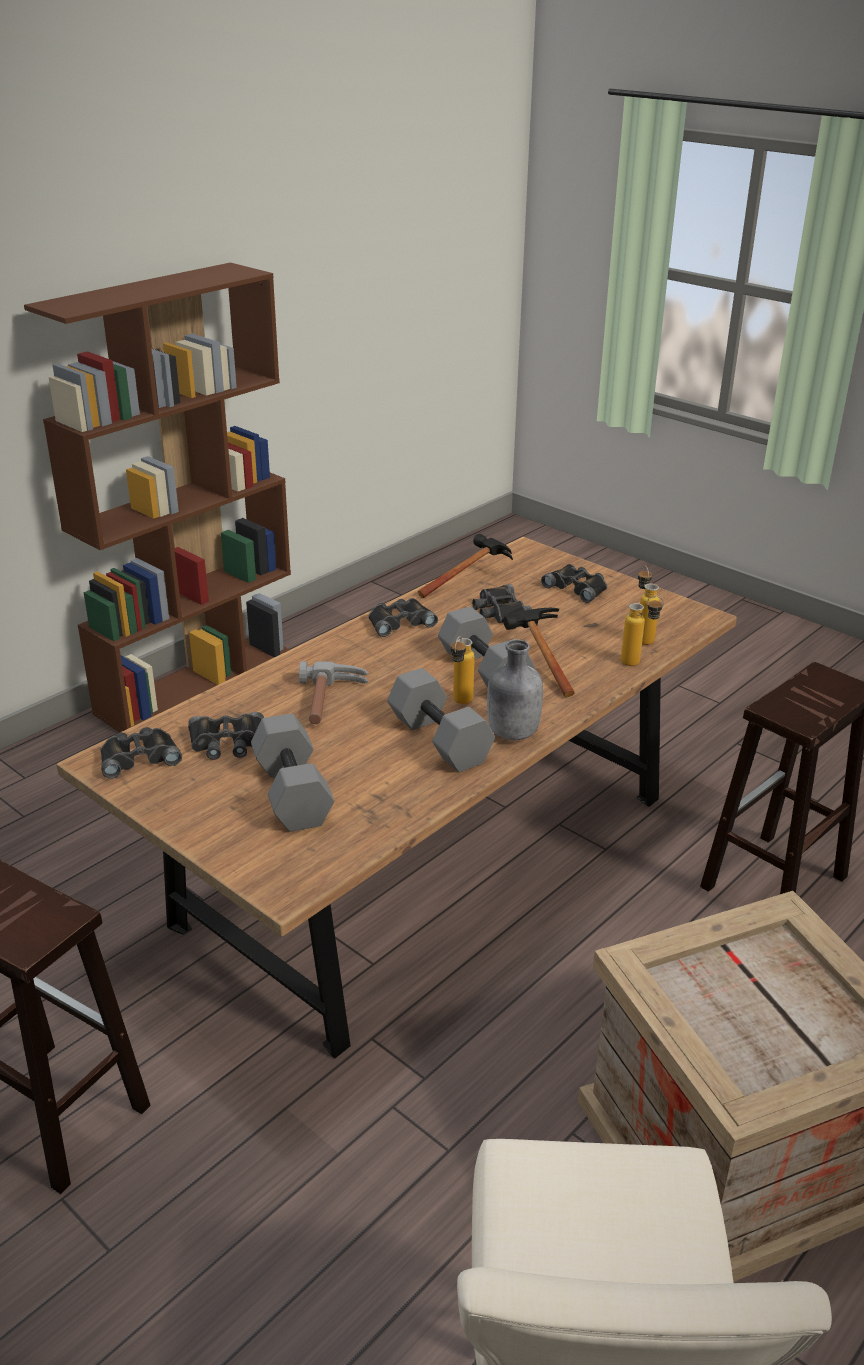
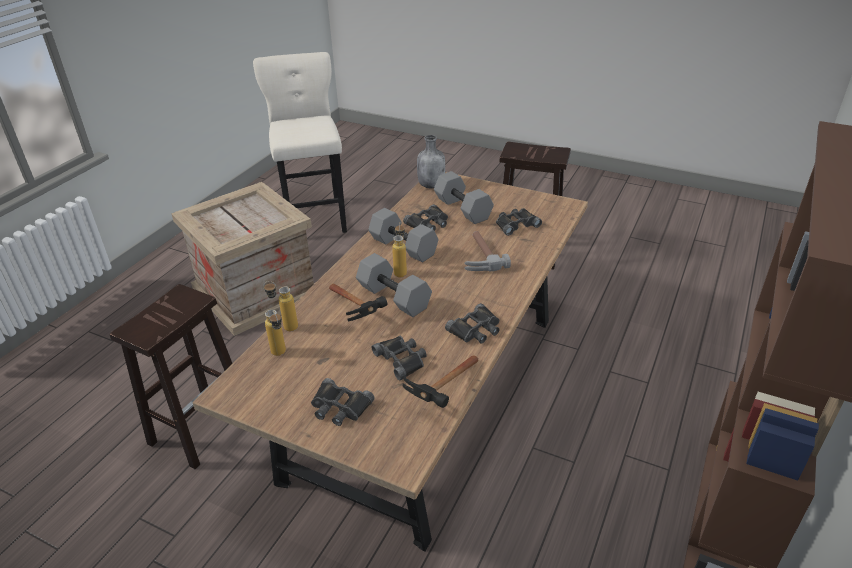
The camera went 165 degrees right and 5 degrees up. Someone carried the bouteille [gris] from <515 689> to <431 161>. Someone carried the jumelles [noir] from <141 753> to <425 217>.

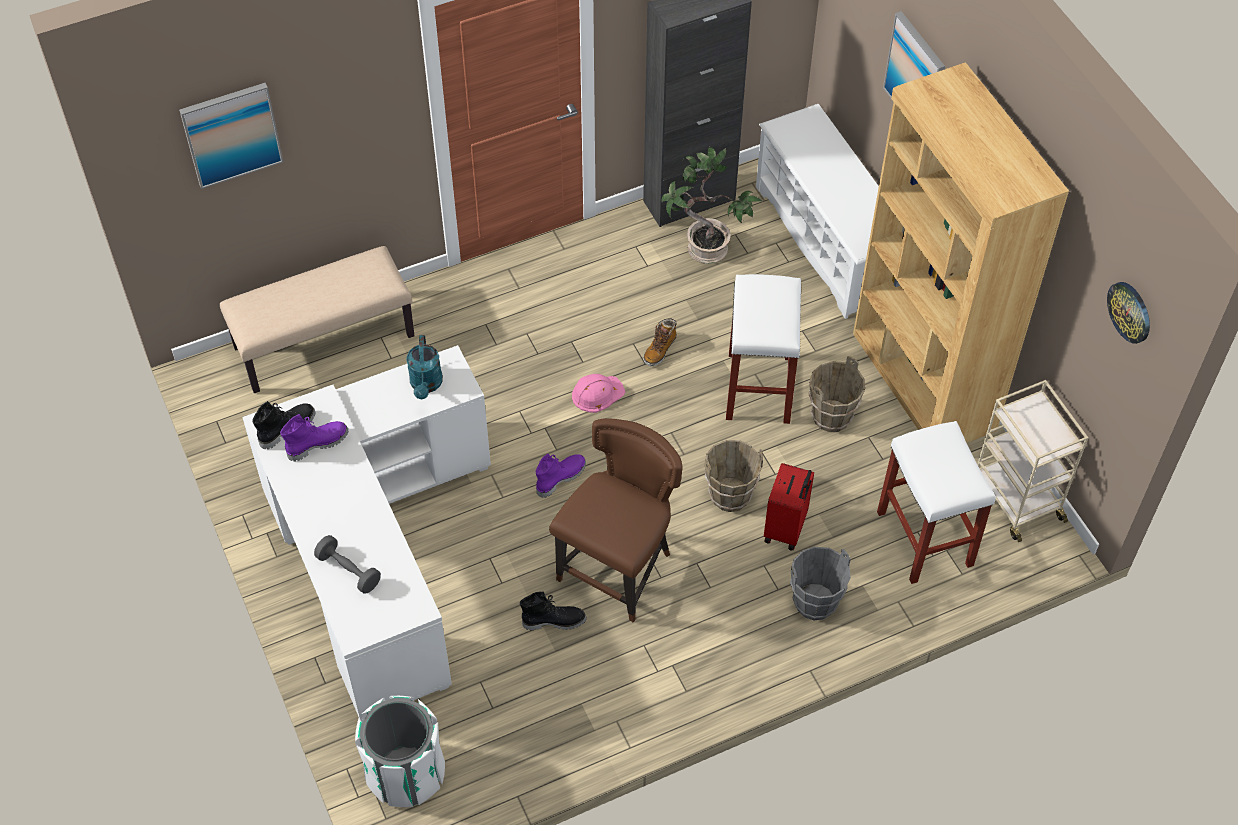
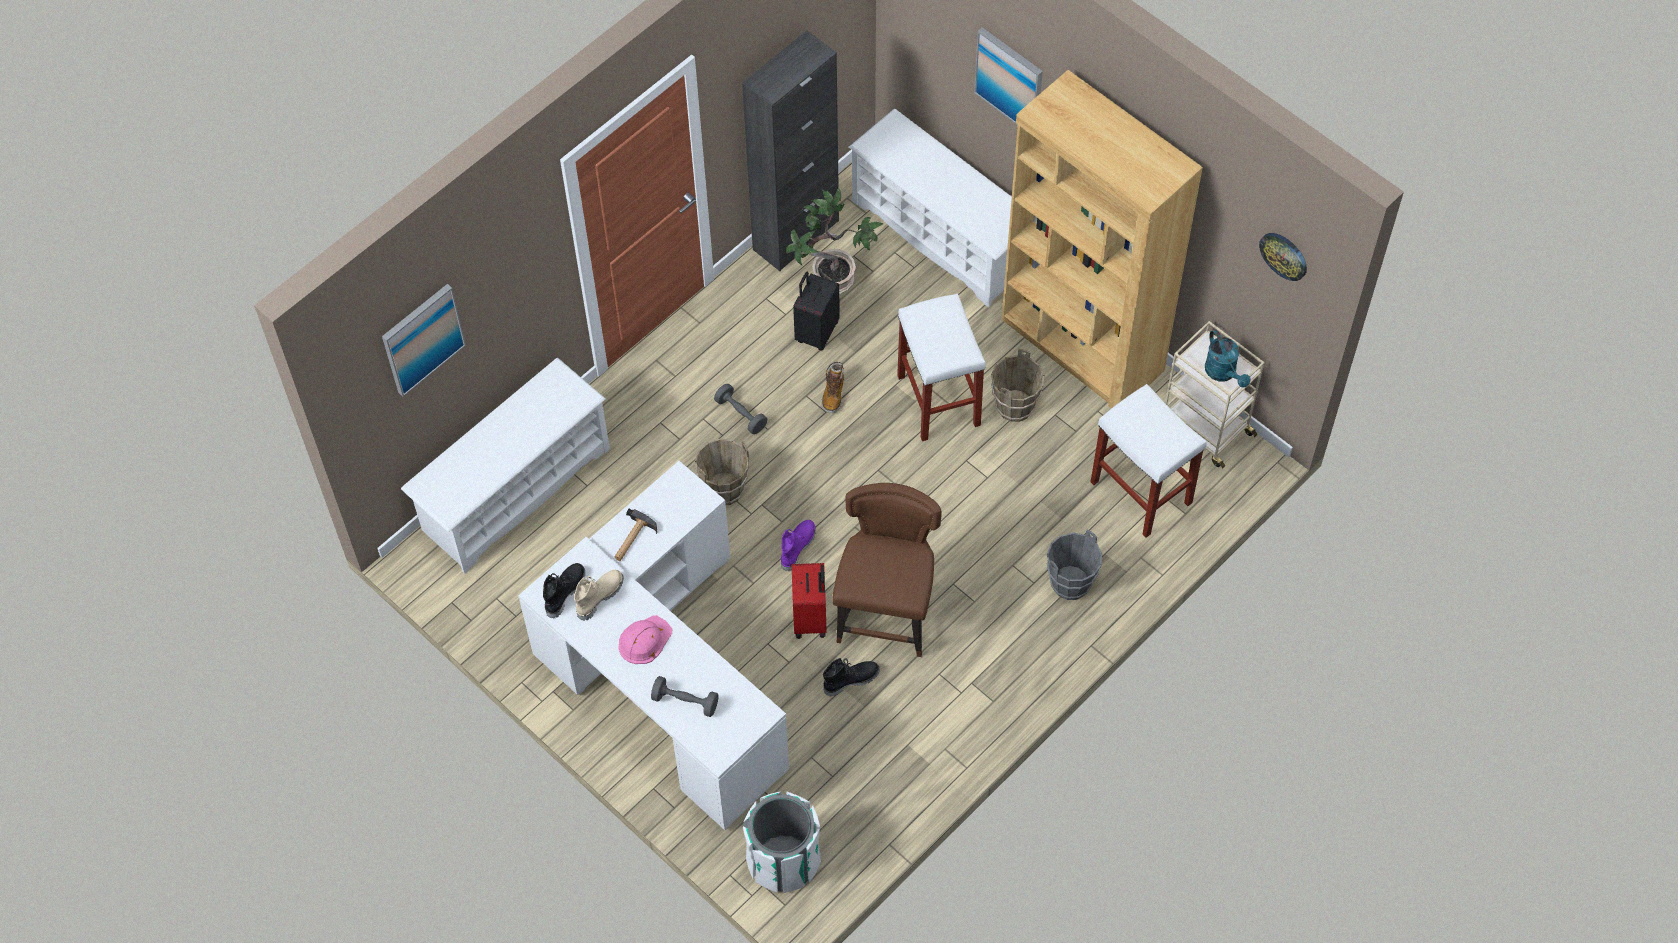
The camera went 20 degrees left and 5 degrees up. Someone swapped the banc [beige] at <317 319> for the étagère à chaussures [blanc] at <505 466>. Someone carried the arrosoir [turquoise] from <424 367> to <1227 359>. Someone carried the casque de chantier [rose] from <598 393> to <645 639>. Someone repainted the botte [violet] at <314 437>, which became the botte [beige] at <599 595>. Someone carried the seau [marron] from <734 476> to <722 472>. Someone carried the valise [rouge] from <789 507> to <809 601>. Someone put down the valise [noir] at <816 311>. Someone put down the haltère [gris] at <740 409>. Someone put down the marteau at <635 534>.

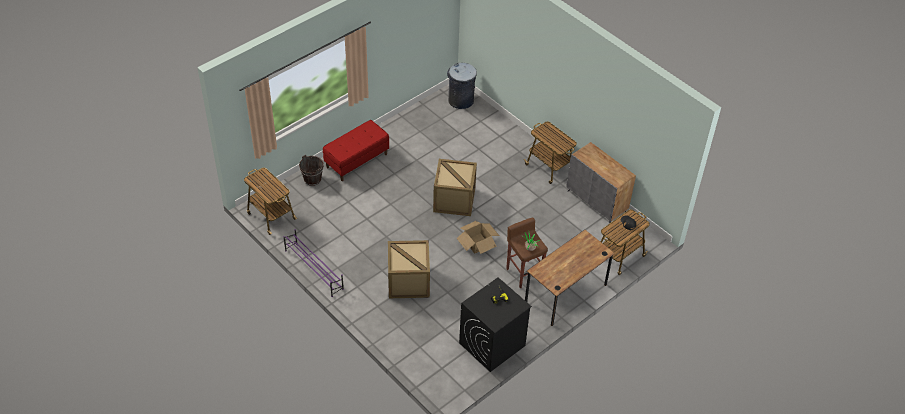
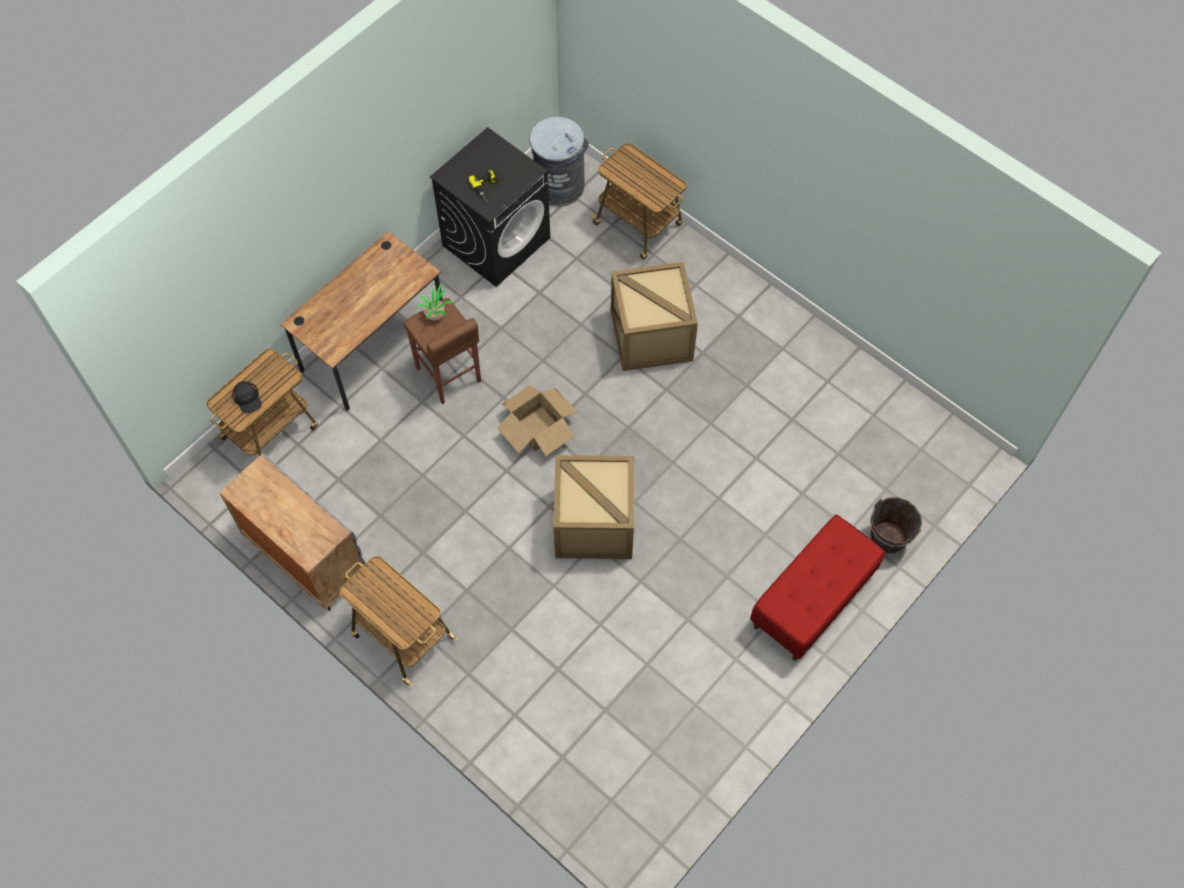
The camera went 175 degrees right and 15 degrees up. Someone carried the poubelle [gris] from <462 86> to <559 161>. Someone carried the chariot from <270 201> to <638 201>. Someone took away the étagère à chaussures [violet] at <313 263>.

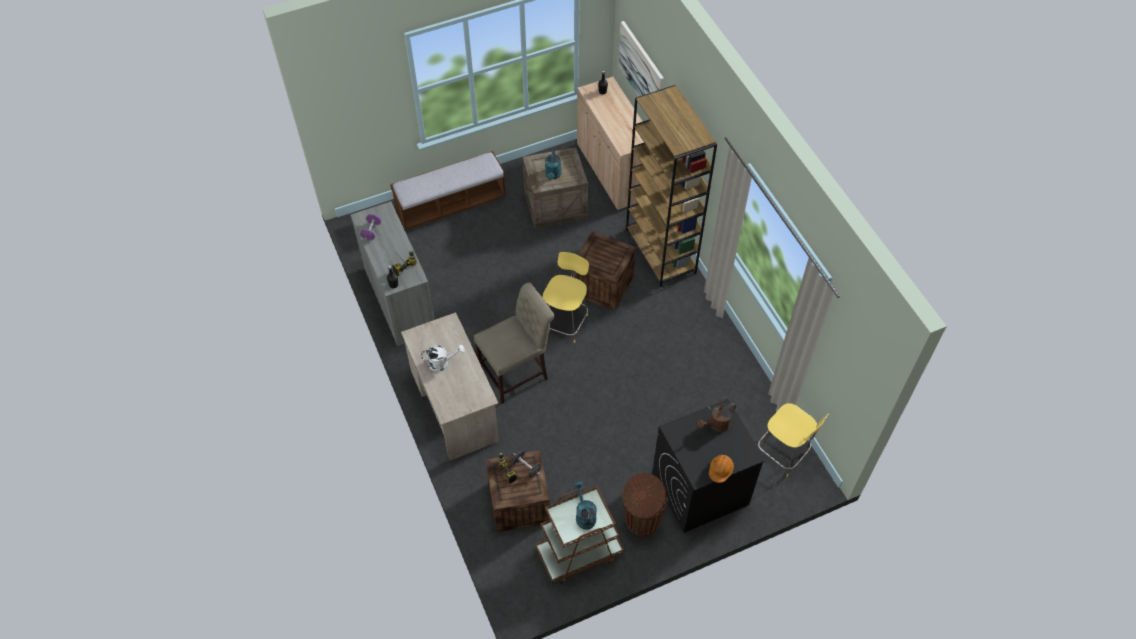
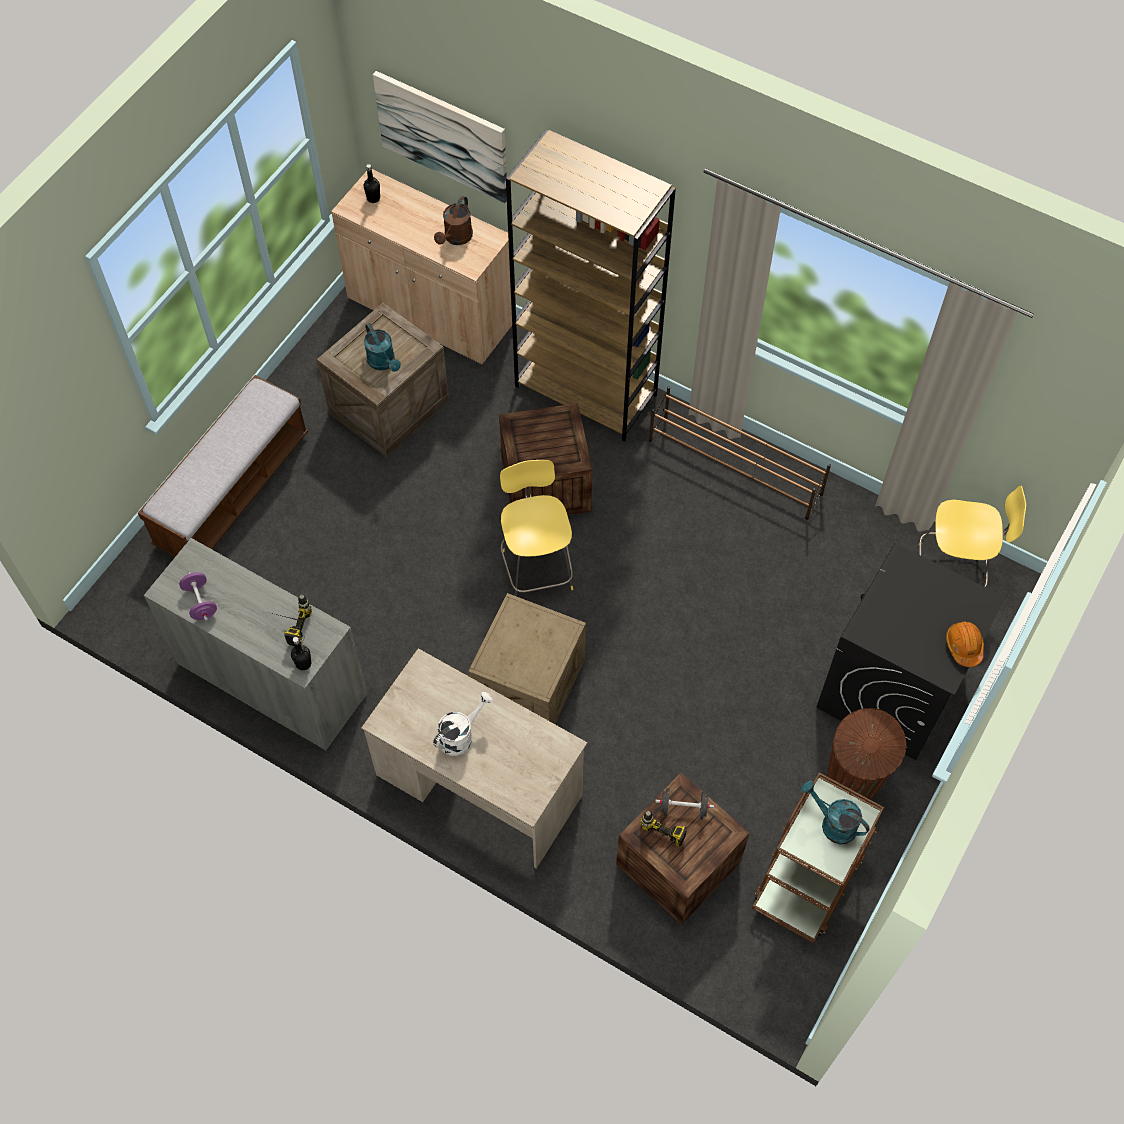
The camera went 35 degrees left and 5 degrees up. Someone swapped the chaise [beige] at <514 343> for the caisse at <527 658>. Someone carried the arrosoir [marron] from <716 418> to <453 220>. Someone put down the étagère à chaussures [marron] at <740 453>.

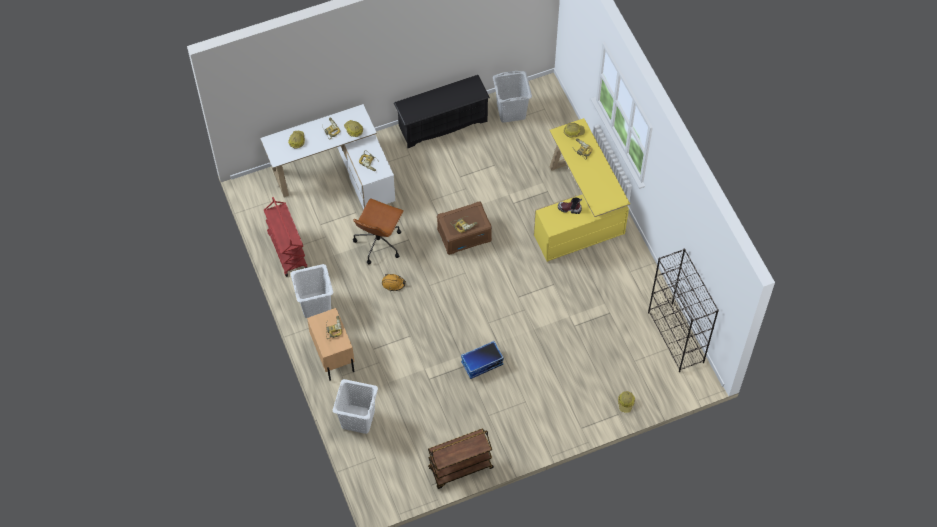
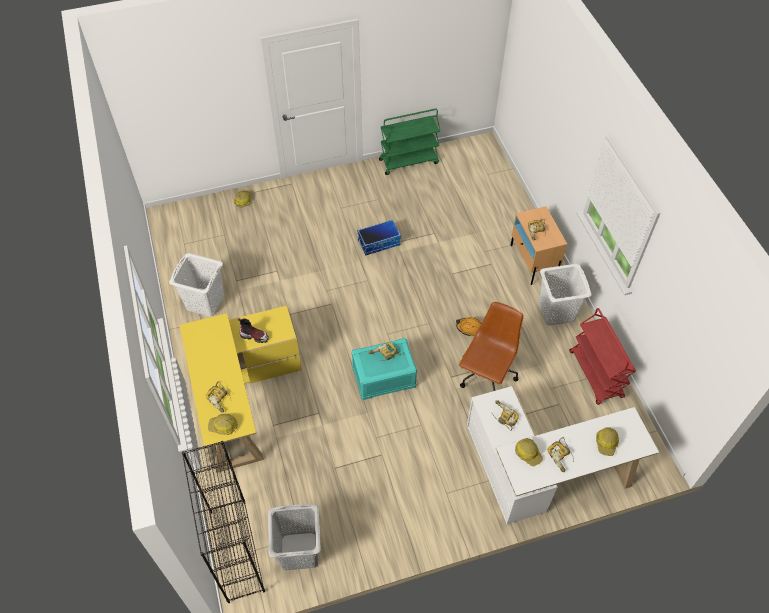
The camera went 175 degrees left and 5 degrees down. Someone took away the étagère à chaussures [noir] at <442 111>. Someone repainted the boîte de rangement [marron] at <464 228>, which became the boîte de rangement [turquoise] at <384 369>. Someone carried the bibliothèque [noir] from <683 310> to <223 522>. Someone carried the panier à linge [blanc] from <355 406> to <196 285>. Someone repainted the chariot [marron] at <461 459>, which became the chariot [vert] at <410 142>.

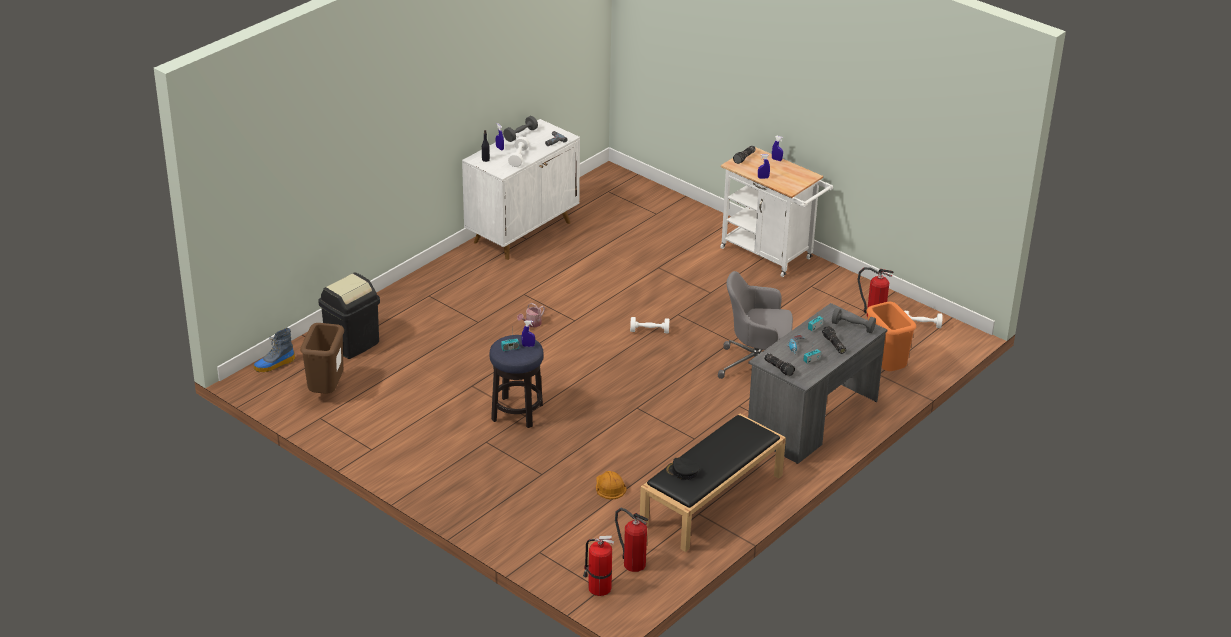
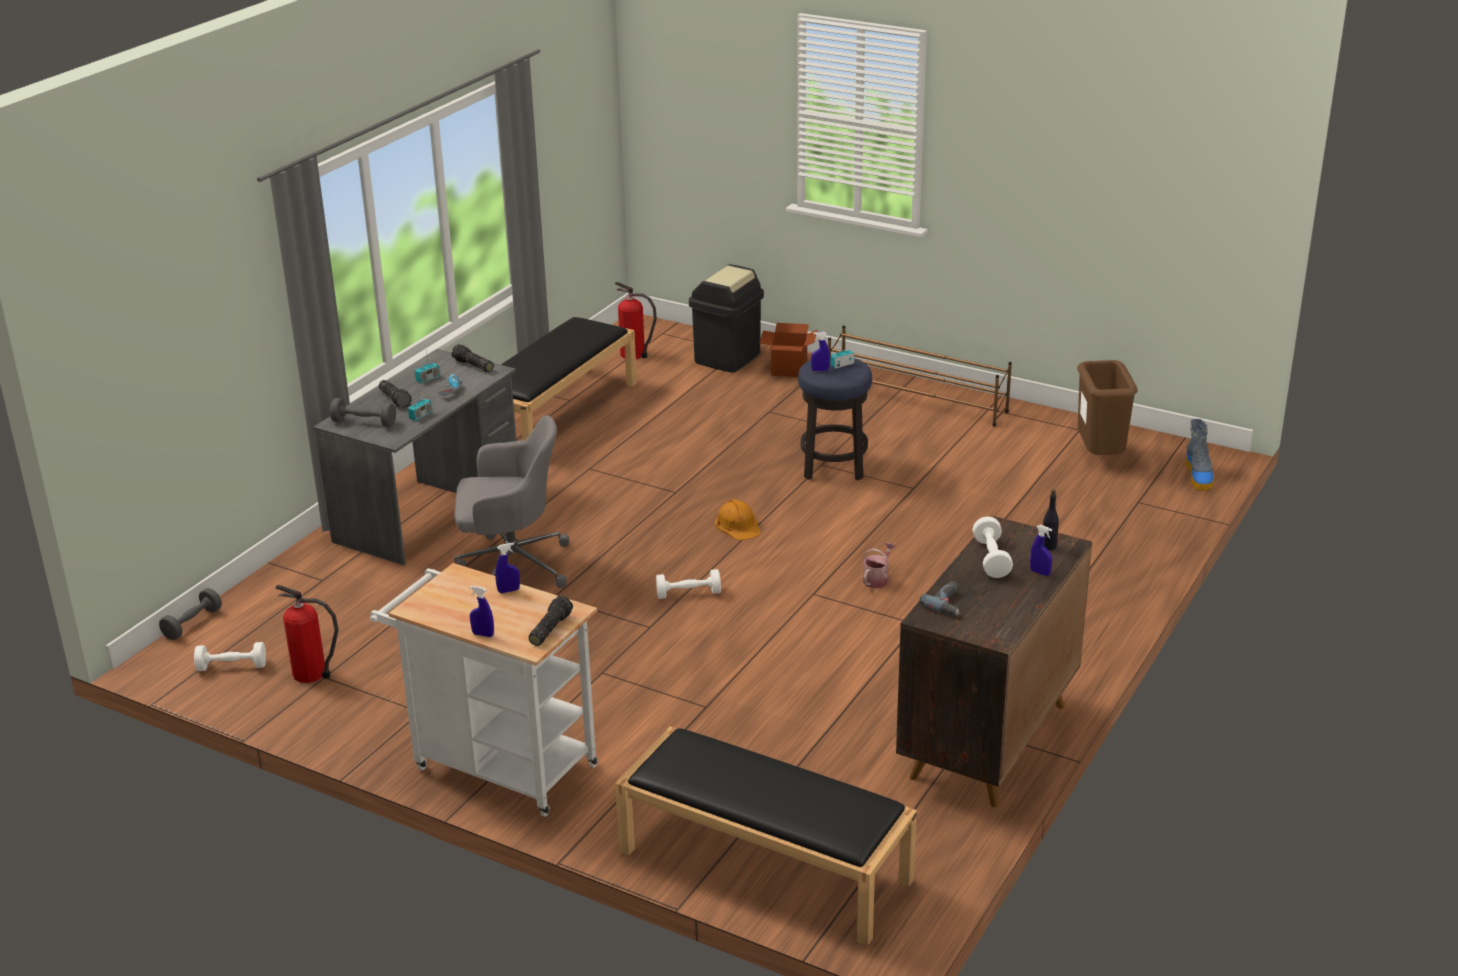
The camera went 170 degrees right and 5 degrees down. Someone carried the haltère [gris] from <520 129> to <190 614>. Someone repainted the meuble de rangement [blanc] at <521 189>, which became the meuble de rangement [marron] at <994 661>. Someone carried the poubelle [noir] from <349 315> to <726 318>. Someone took away the poubelle [orange] at <891 336>. Someone rotated the botte at <274 350> by 135 degrees clockwise. Someone took away the casquette [noir] at <682 468>. Someone carried the casque de chantier [orange] from <611 485> to <738 519>. Someone took away the extincteur at <598 566>. Someone put down the carton at <788 350>. Someone put down the étagère à chaussures [marron] at <920 376>. Someone put down the banc [noir] at <766 836>.

